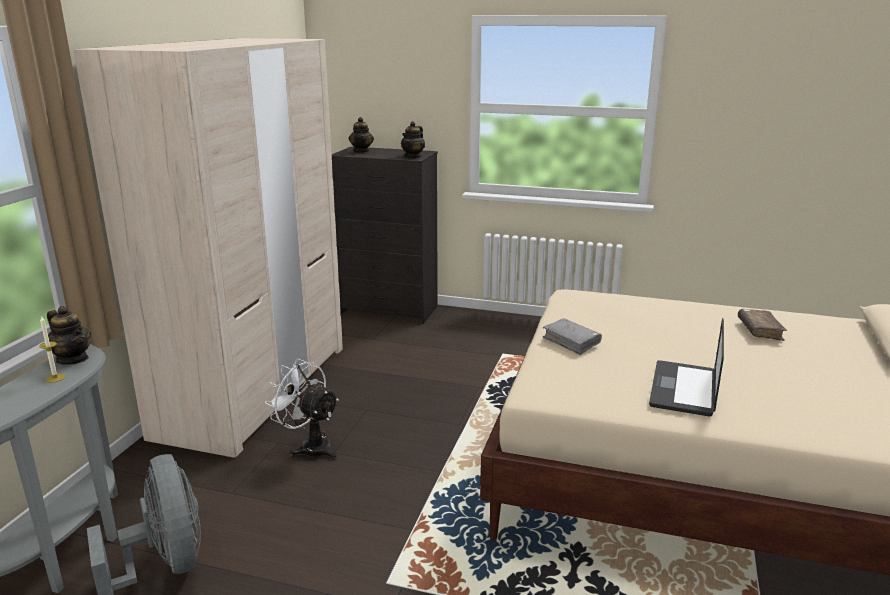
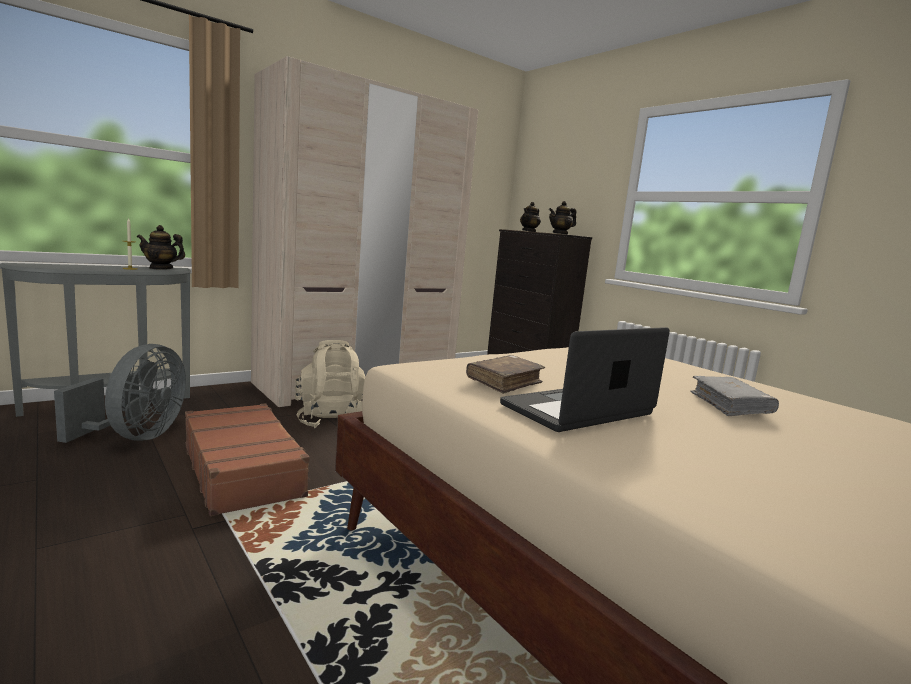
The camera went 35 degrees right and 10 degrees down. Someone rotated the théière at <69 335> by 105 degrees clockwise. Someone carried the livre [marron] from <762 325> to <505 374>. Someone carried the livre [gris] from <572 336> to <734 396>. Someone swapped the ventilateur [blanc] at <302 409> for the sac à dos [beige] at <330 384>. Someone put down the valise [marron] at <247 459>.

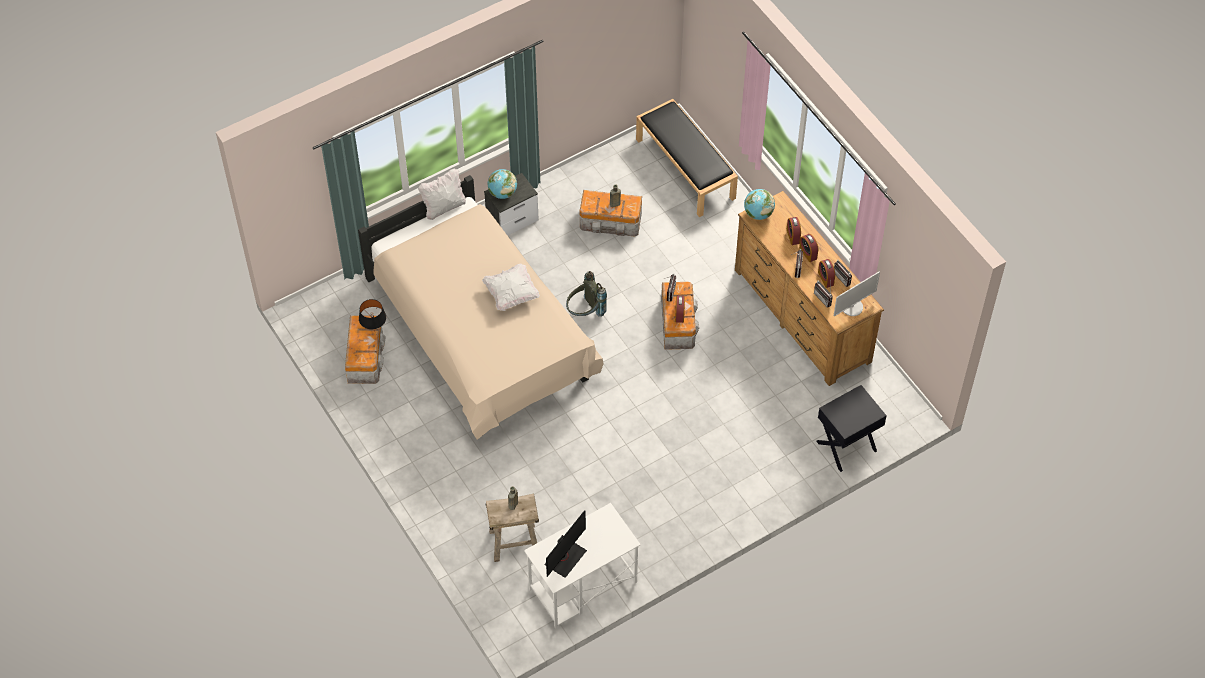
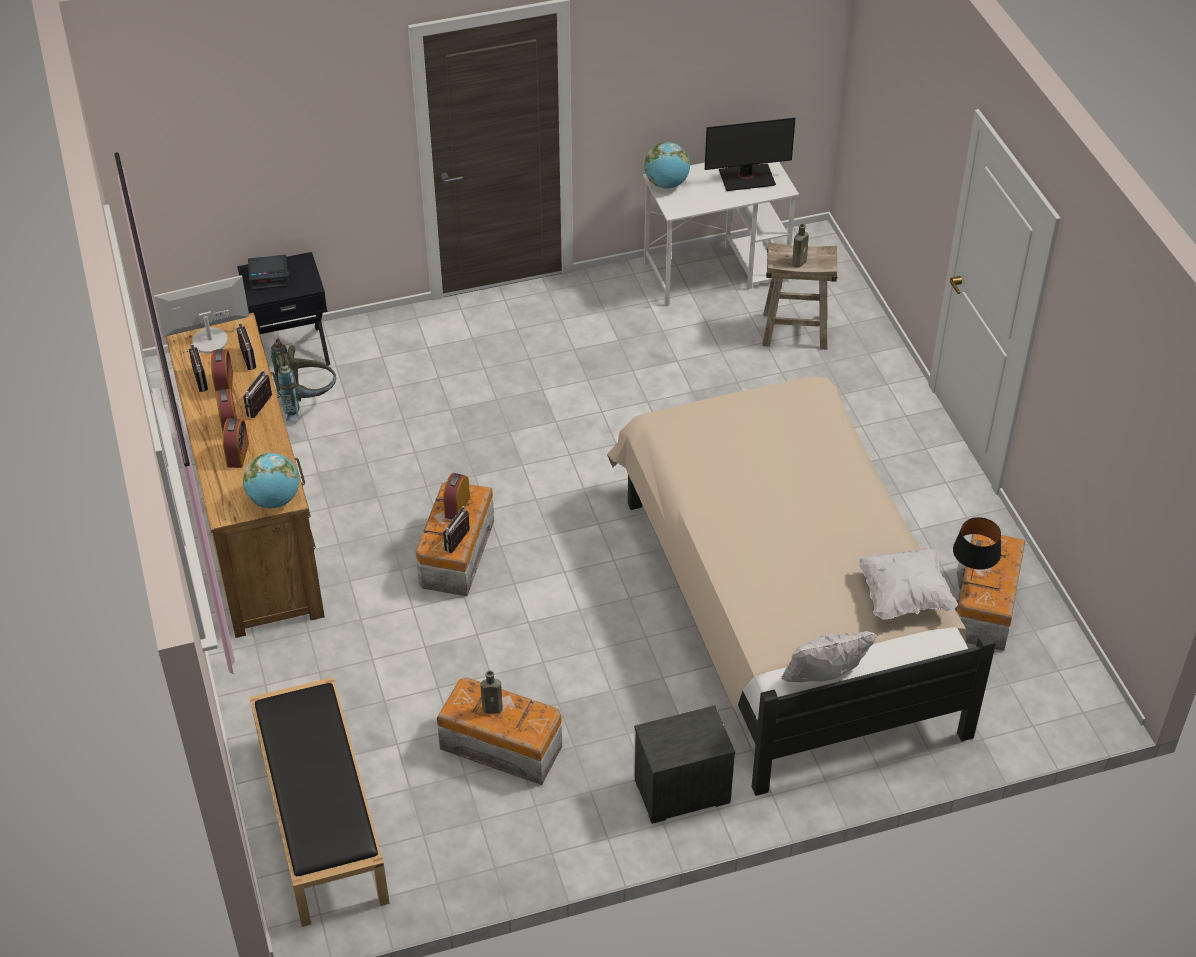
The camera went 165 degrees left and 10 degrees down. Someone carried the globe from <502 184> to <667 165>. Someone carried the coussin [blanc] from <511 287> to <908 583>. Someone carried the sac à dos [gris] from <586 294> to <303 380>. Someone rotated the écran d'ordinateur at <565 544> by 150 degrees counterclockwise. Someone put down the réveil at <269 272>.

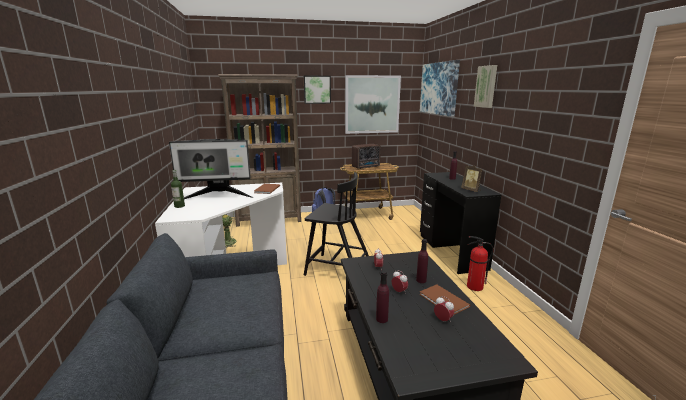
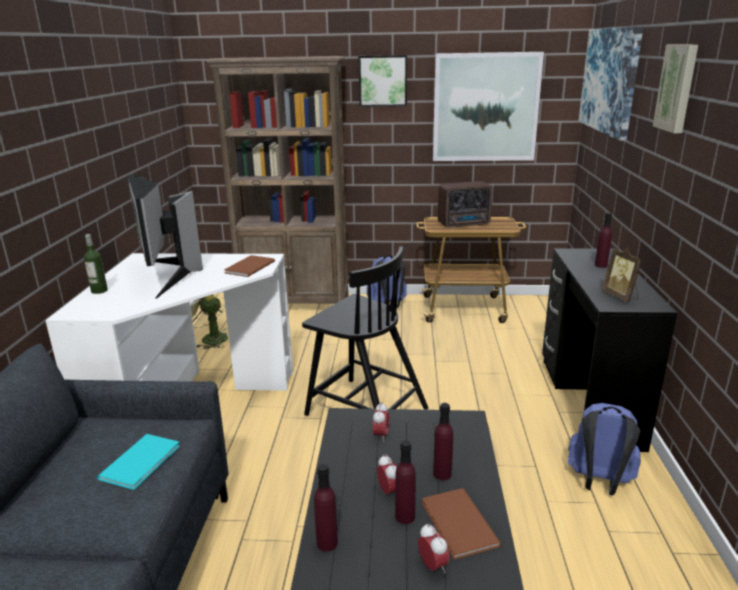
The camera went 15 degrees right and 5 degrees up. Someone rotated the écran d'ordinateur at <211 169> by 60 degrees clockwise. Someone swapped the extincteur at <480 263> for the sac à dos [bleu] at <604 449>. Someone put down the livre [turquoise] at <138 462>. Someone put down the bouteille [violet] at <405 482>.

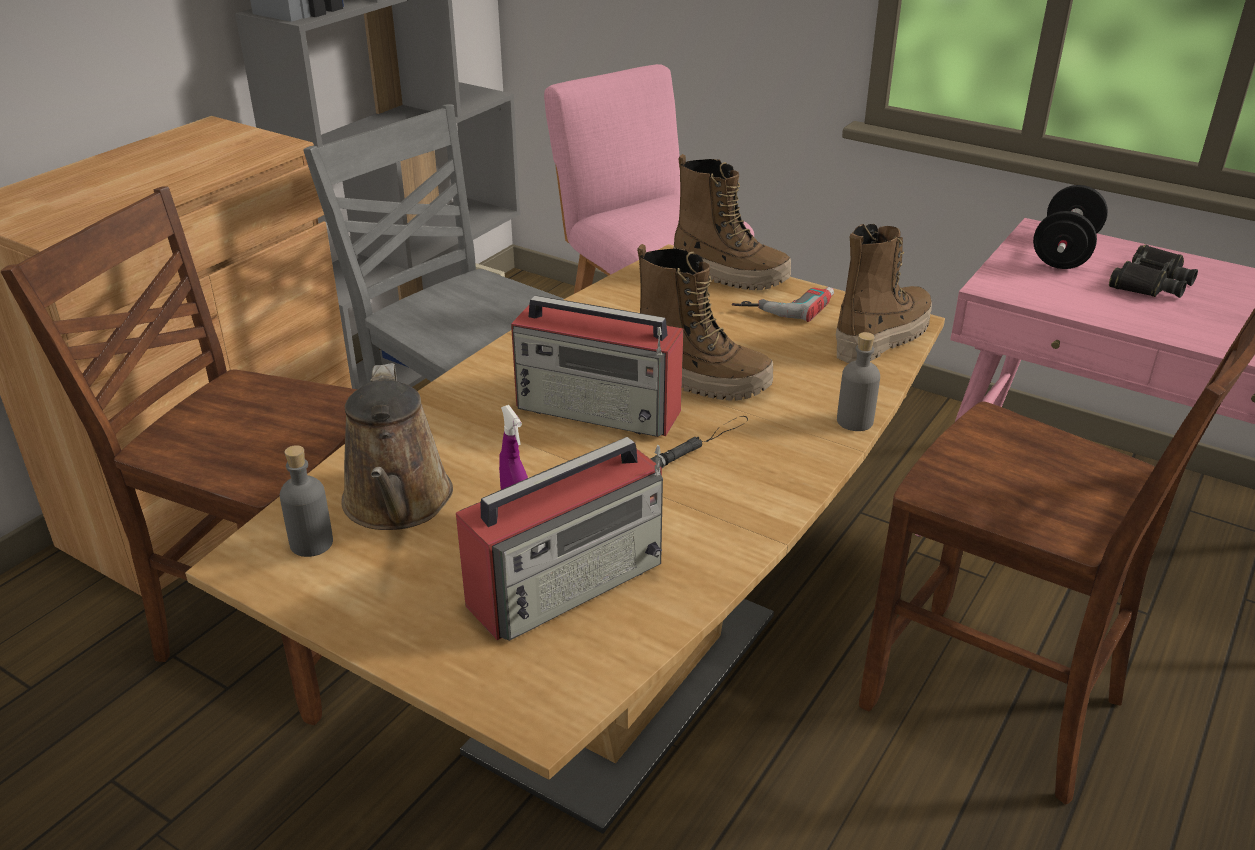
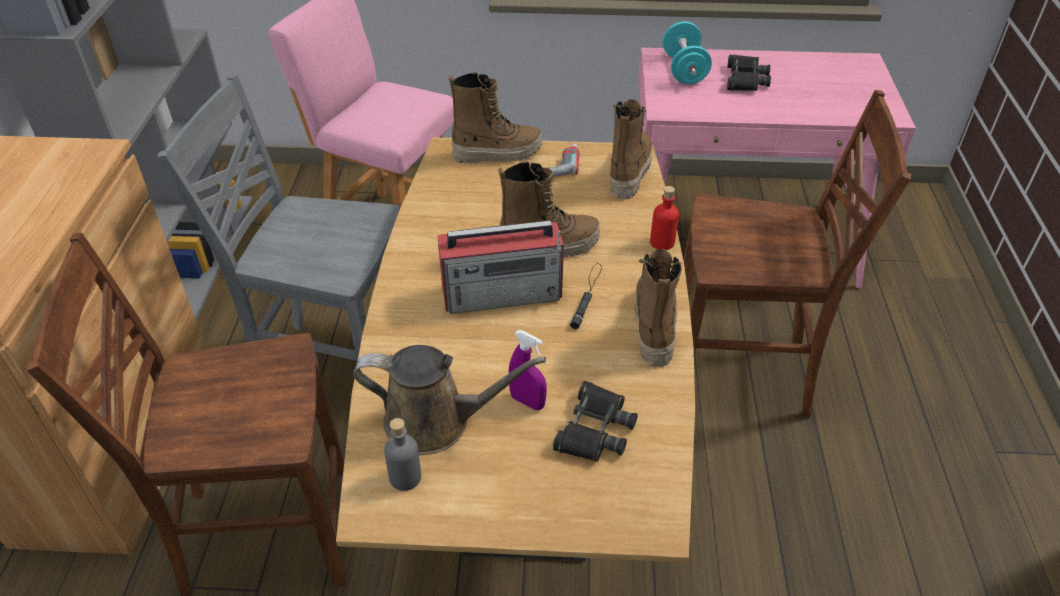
The camera went 30 degrees left and 10 degrees up. Someone repainted the haltère [noir] at <1070 227>, which became the haltère [turquoise] at <687 52>. Someone repainted the bouteille [gris] at <858 381>, which became the bouteille [rouge] at <664 218>. Someone rotated the arrosoir [marron] at <397 446> by 45 degrees counterclockwise. Someone swapped the radio at <559 539> for the jumelles [noir] at <595 421>. Someone put down the botte at <658 308>.

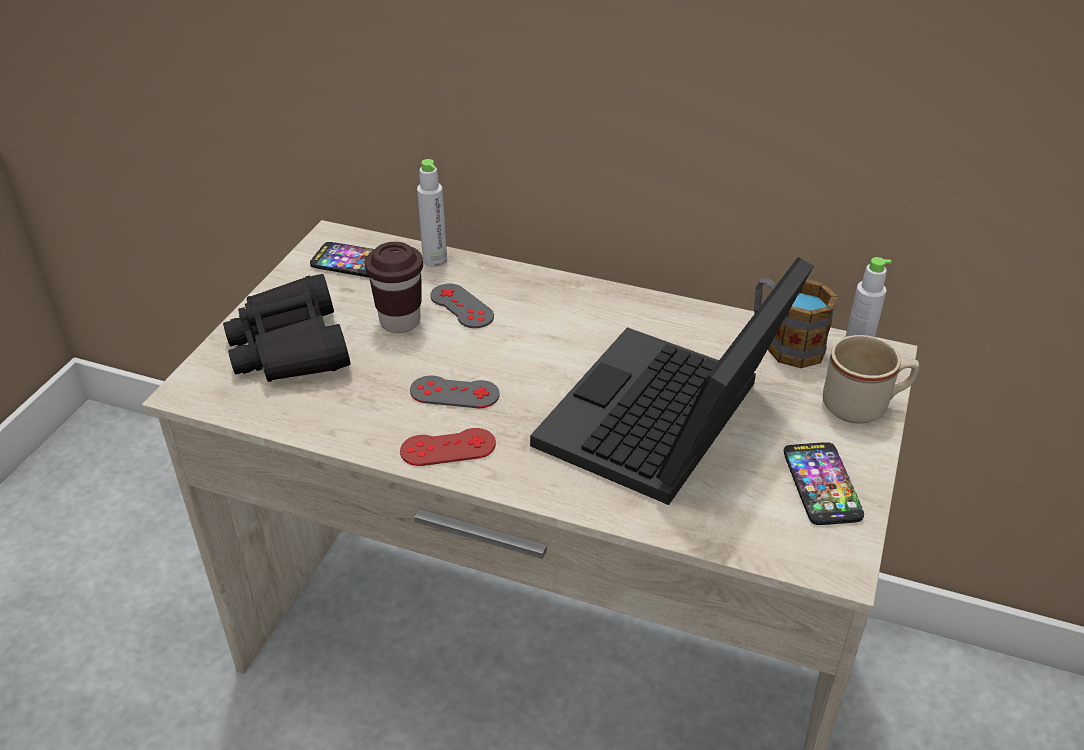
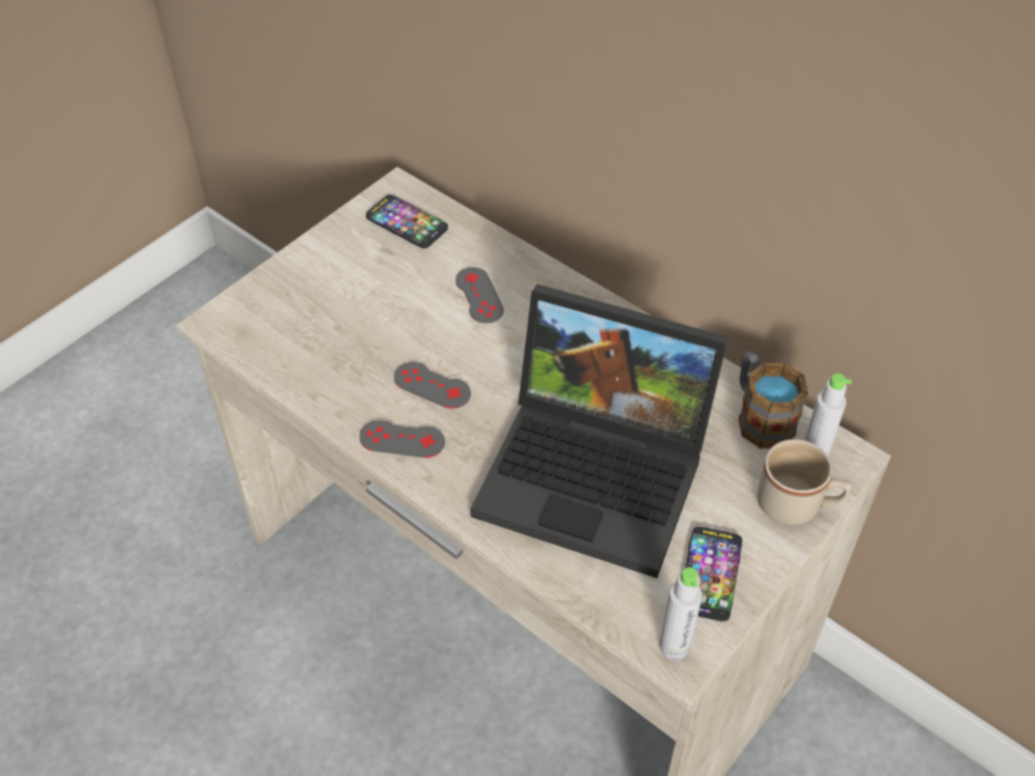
The camera went 20 degrees right and 10 degrees up. Someone carried the bouteille [gris] from <432 213> to <680 613>. Someone took away the tasse [marron] at <394 287>. Someone rotated the ordinateur portable at <672 381> by 120 degrees counterclockwise. Someone took away the jumelles [noir] at <287 328>. Someone repainted the manette [rouge] at <448 447>, which became the manette [gris] at <402 439>.

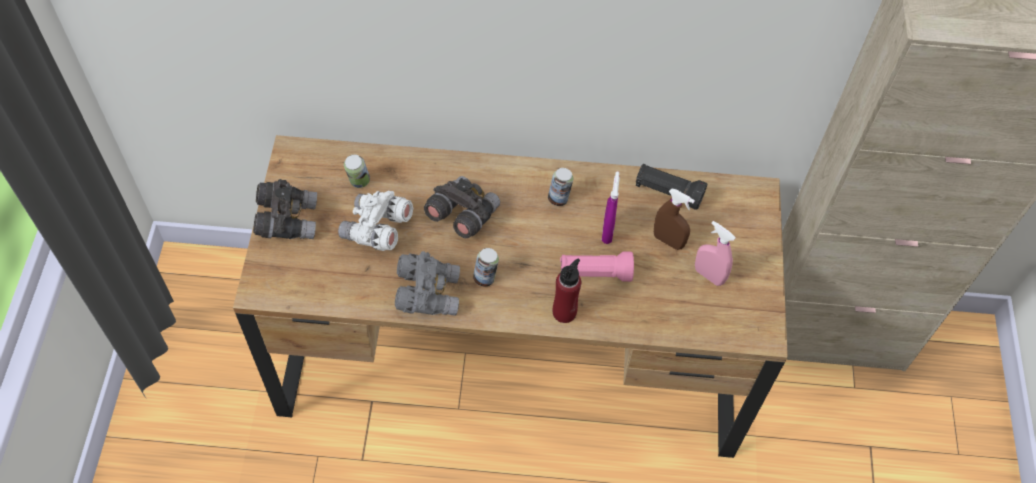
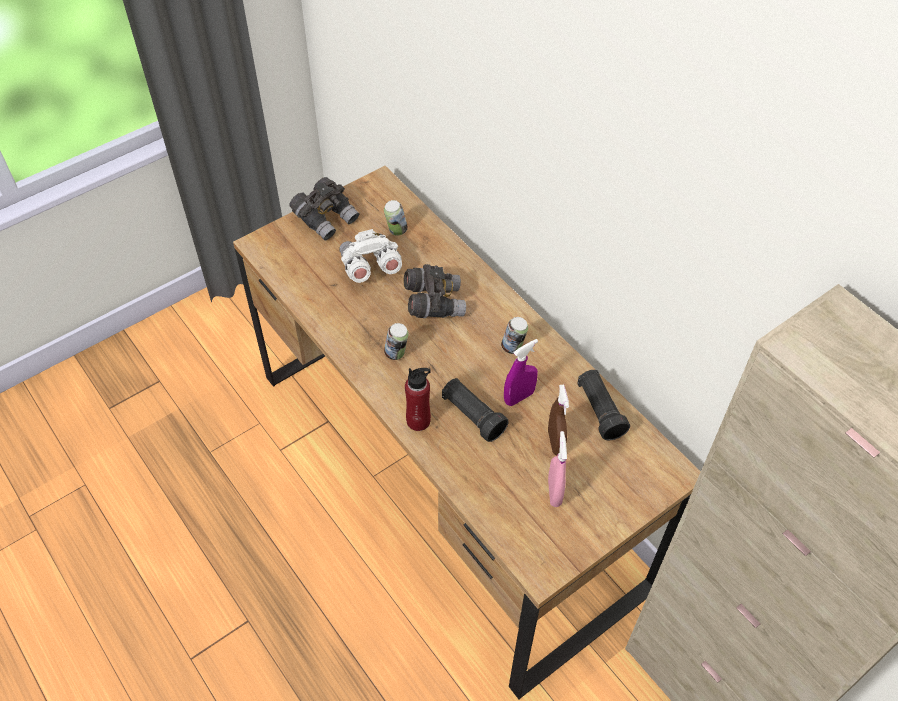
The camera went 50 degrees right and 5 degrees down. Someone took away the jumelles [gris] at <427 283>. Someone repainted the lampe de poche [rose] at <597 266>, which became the lampe de poche [noir] at <475 410>.

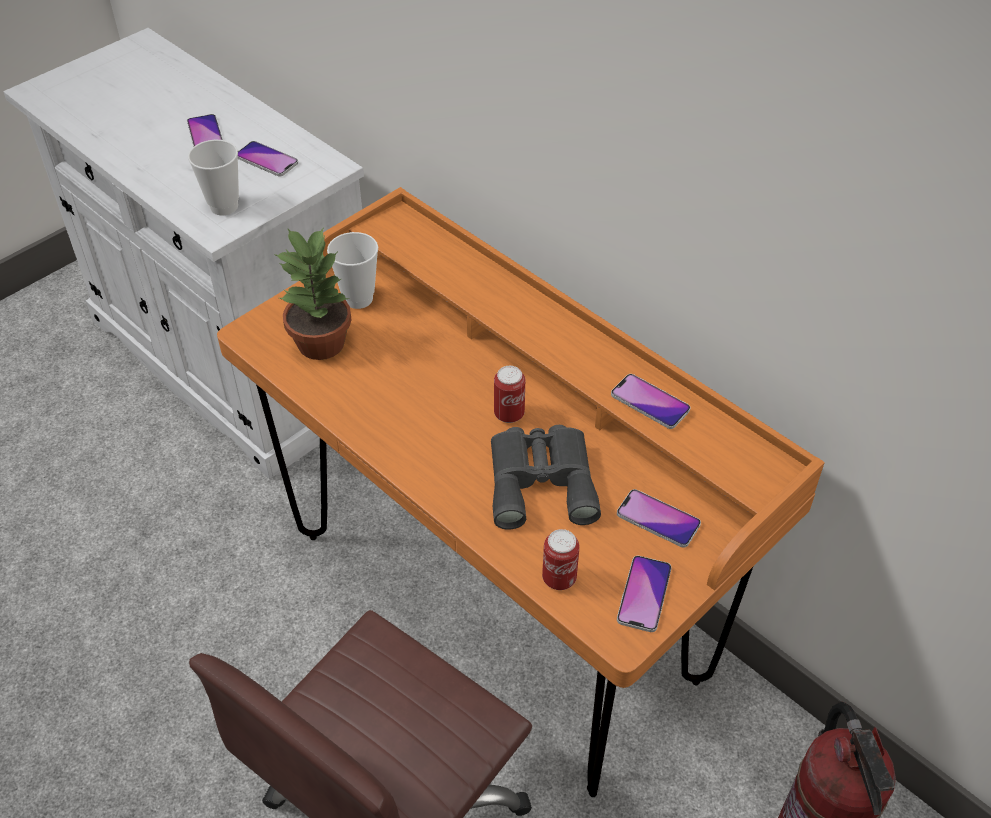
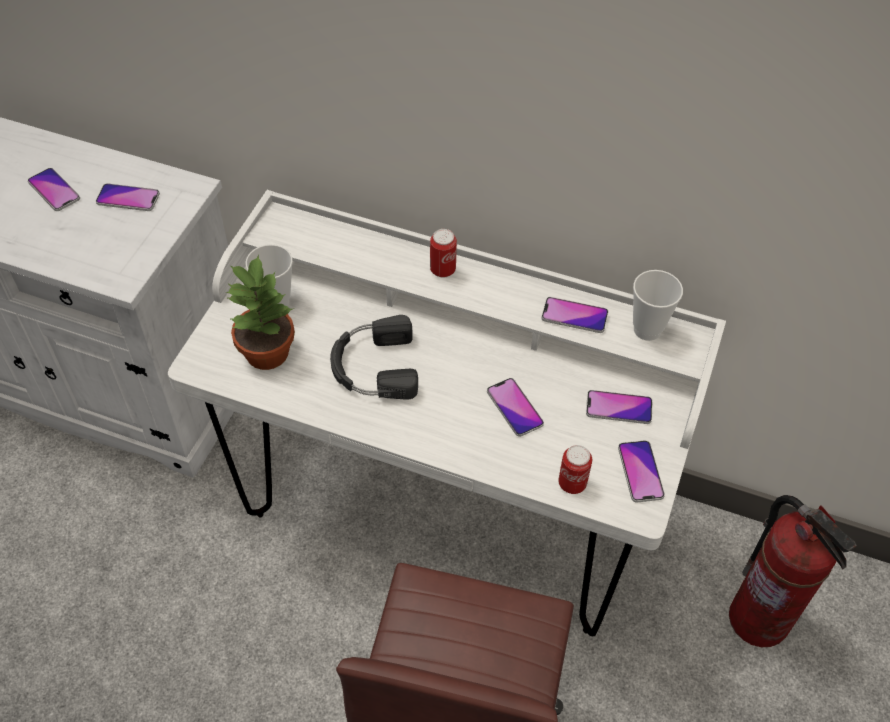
The camera went 25 degrees left and 5 degrees up. Someone carried the tasse from <213 178> to <658 305>. Someone repainted the bureau [orange] at <521 492>, which became the bureau [blanc] at <447 413>. Someone carried the boîte métallique from <509 394> to <443 253>. Someone swapped the jumelles [gris] at <546 477> for the téléphone at <515 407>. Someone put down the casque audio [noir] at <374 357>.

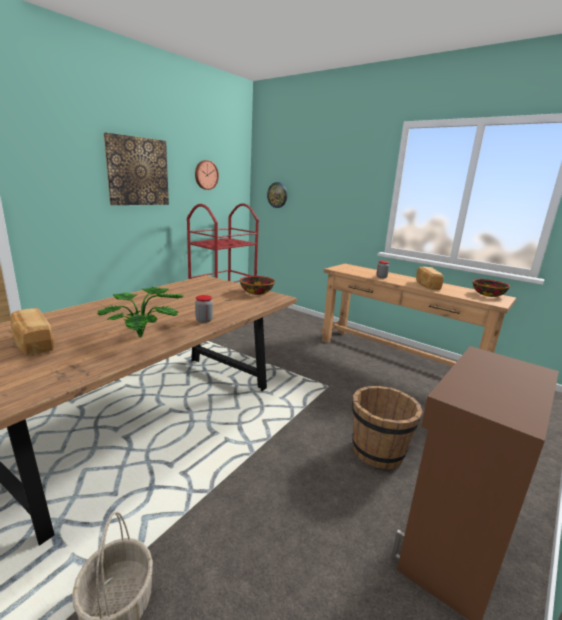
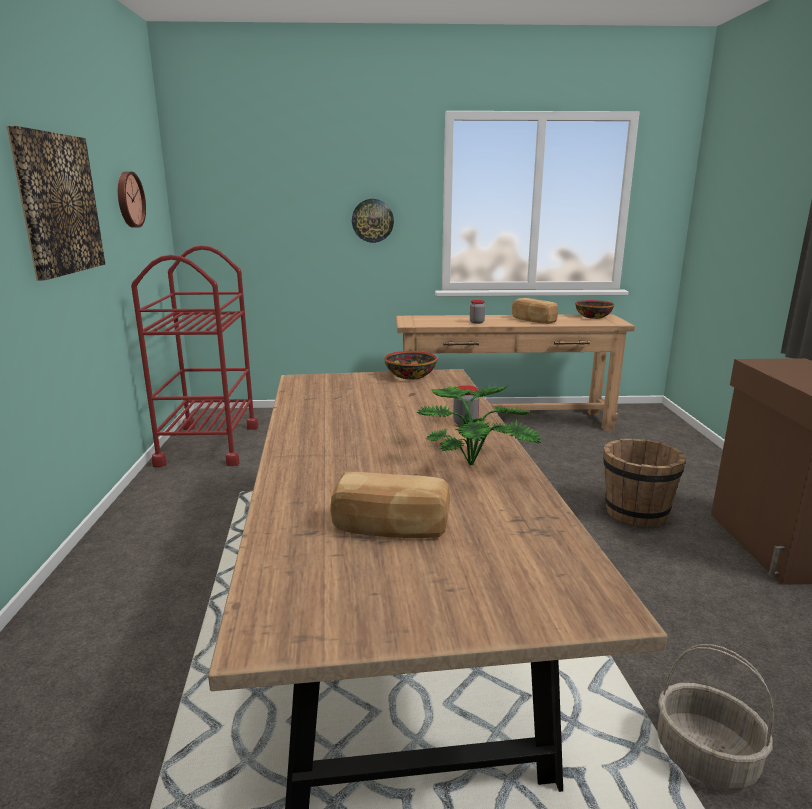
The camera went 40 degrees left and 0 degrees up. Someone carried the horloge murale from <277 195> to <373 221>.

